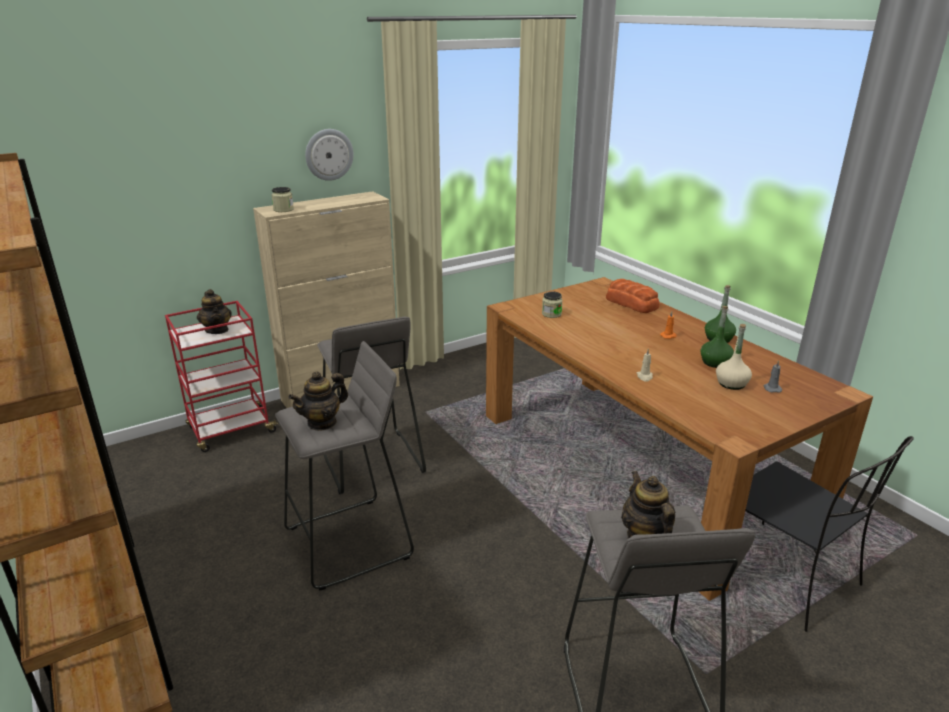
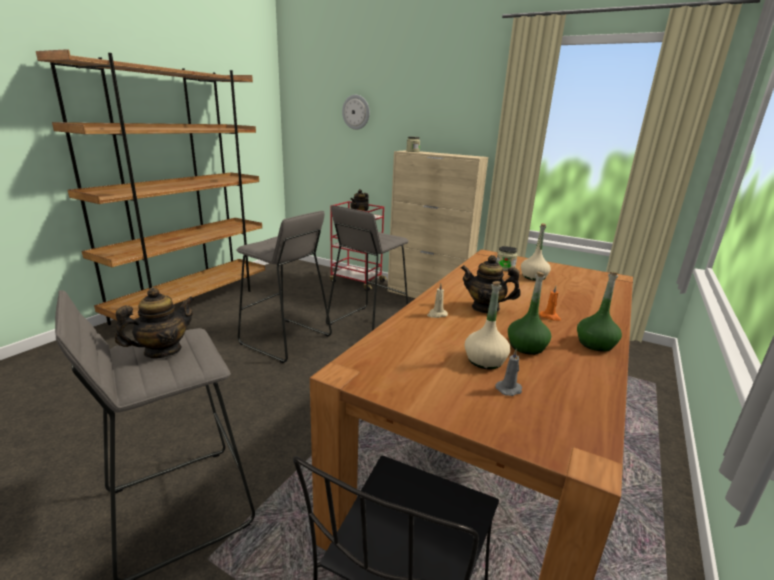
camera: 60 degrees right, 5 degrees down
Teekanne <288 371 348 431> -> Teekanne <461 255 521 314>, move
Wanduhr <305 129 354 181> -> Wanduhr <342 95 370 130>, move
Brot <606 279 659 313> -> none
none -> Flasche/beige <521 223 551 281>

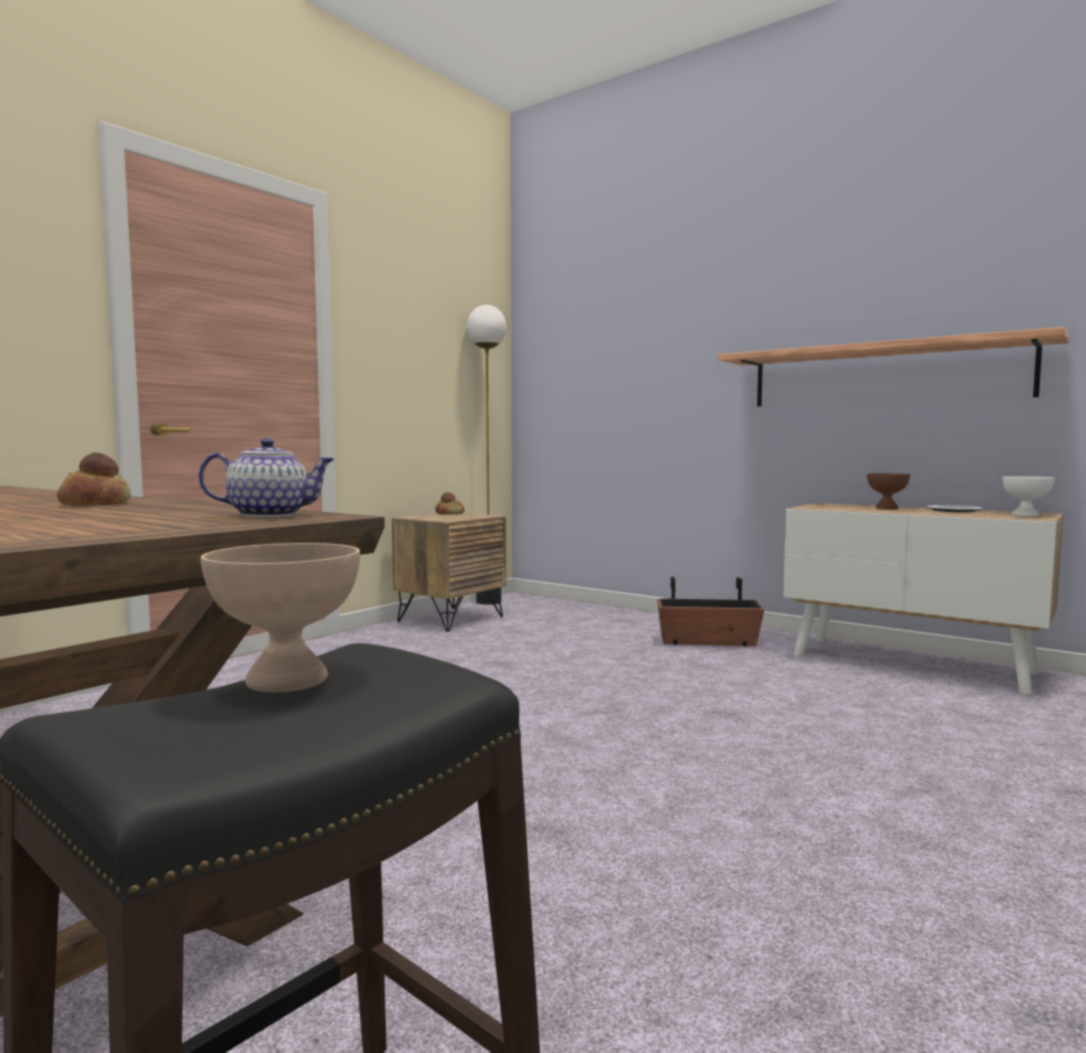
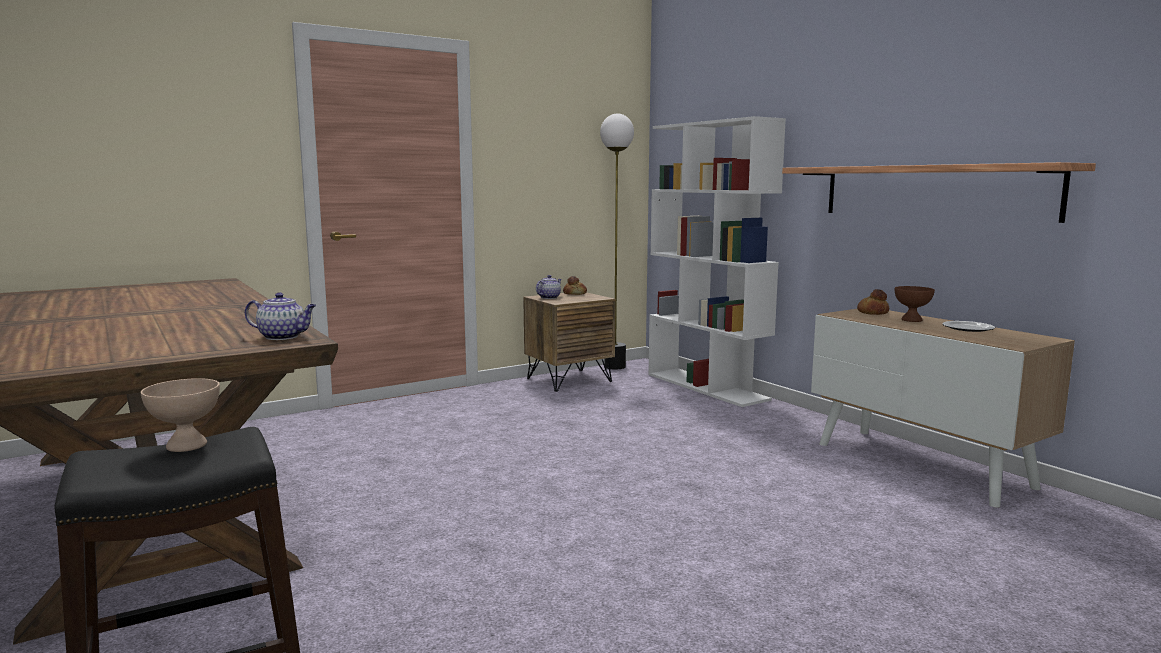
camera: 20 degrees right, 5 degrees up
Brot <57 453 131 506> -> Brot <857 289 889 315>, move
Pflanzkübel <657 577 764 646> -> none
Schüssel/weiß <1002 476 1055 517> -> none
none -> Teekanne <536 275 562 299>
none -> Bücherregal/weiß <648 116 786 407>

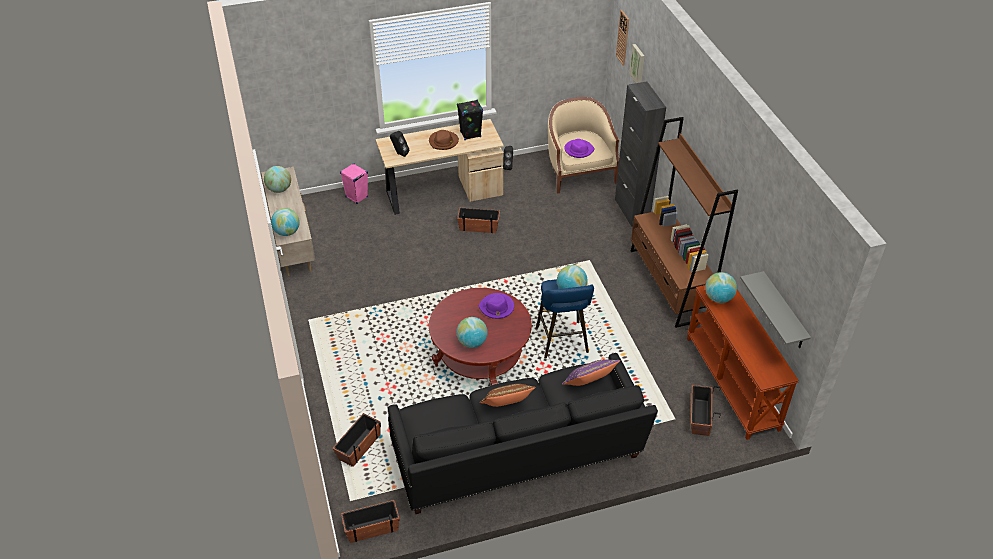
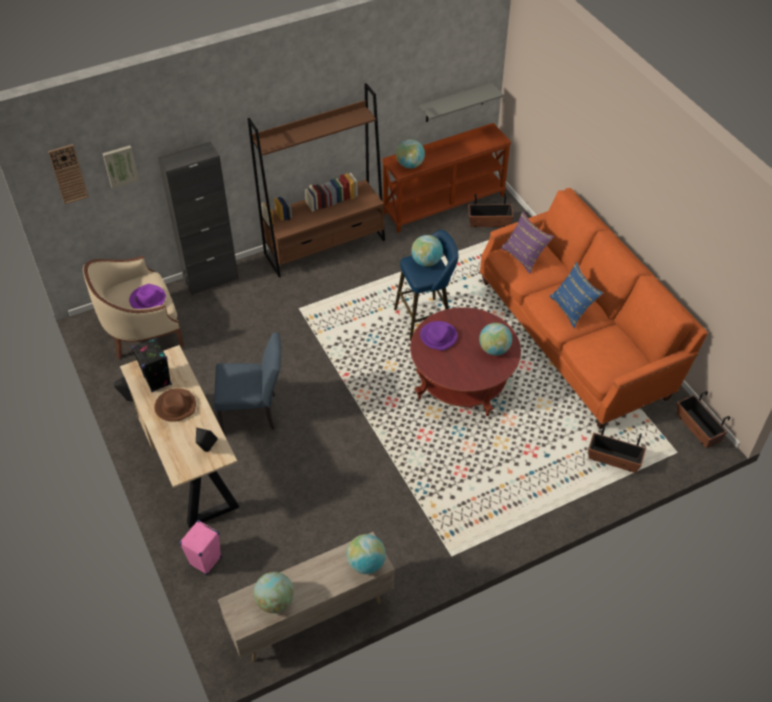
camera: 100 degrees left, 5 degrees up
Sofa/schwarz <387 353 658 514> -> Sofa/orange <480 188 708 429>
Pflanzkübel <457 208 500 233> -> Stuhl/blau <214 333 281 433>
Kissen/braun <480 384 536 407> -> Kissen/blau <549 262 603 328>

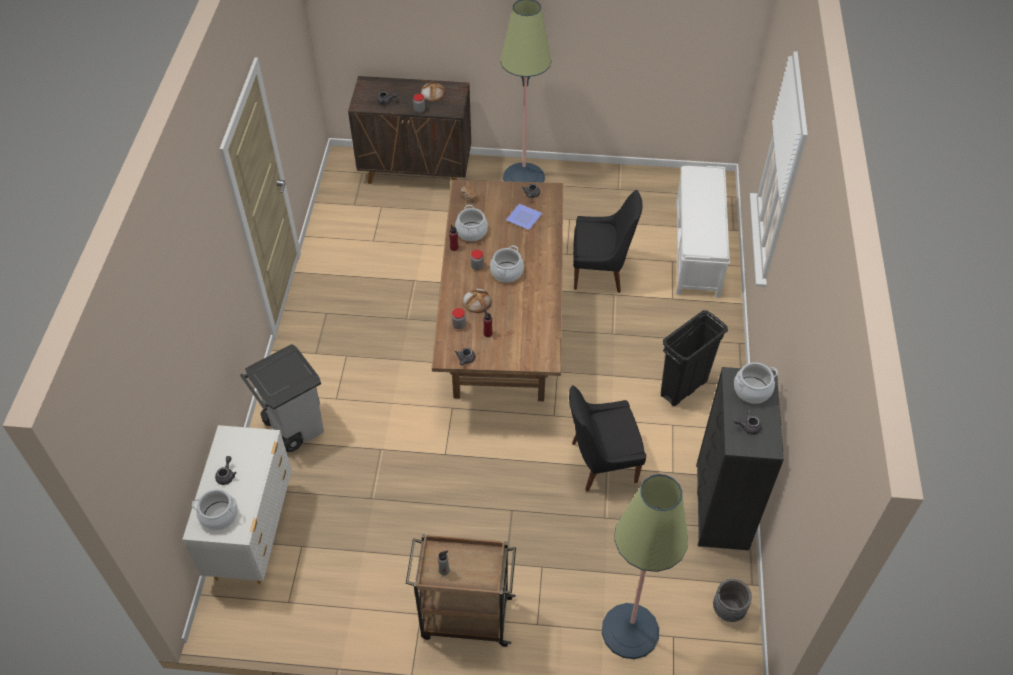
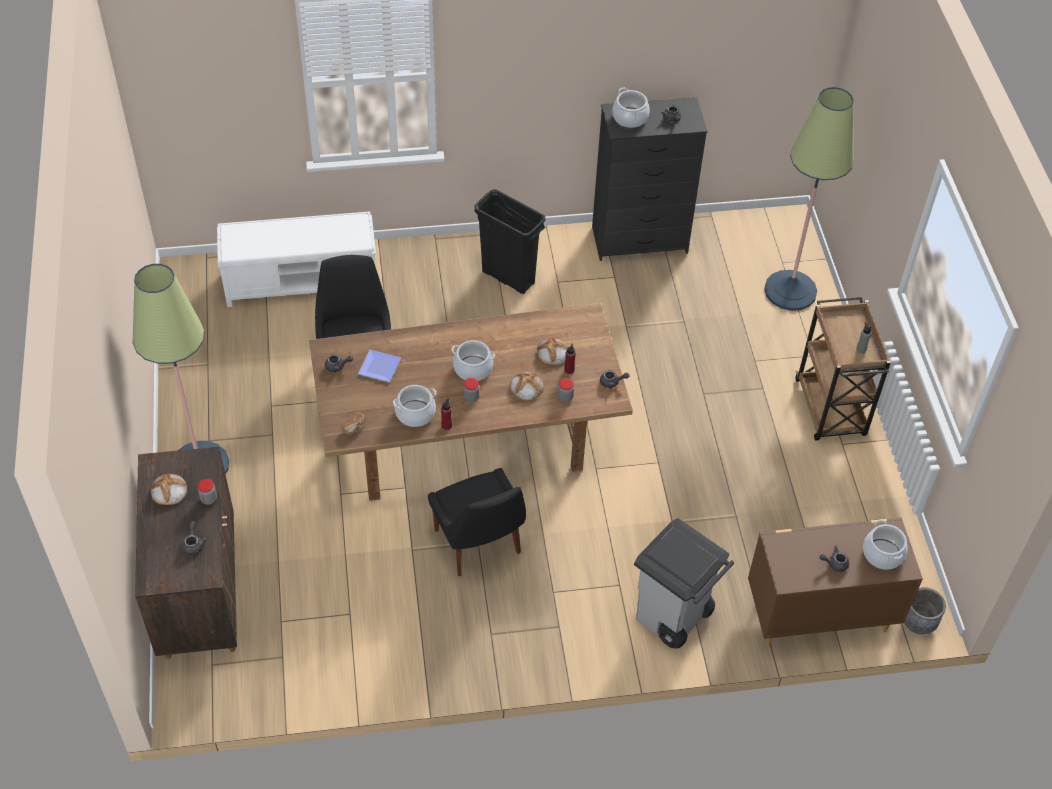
camera: 105 degrees left, 0 degrees up
Kommode/weiß <182 425 292 585> -> Kommode/braun <748 517 923 645>
Stuhl/schwarz <569 385 646 492> -> Stuhl/schwarz <428 468 526 576>, move
Pflanzkübel/grau <713 579 752 622> -> Pflanzkübel/grau <904 587 946 634>, move
none -> Brot <537 338 568 365>

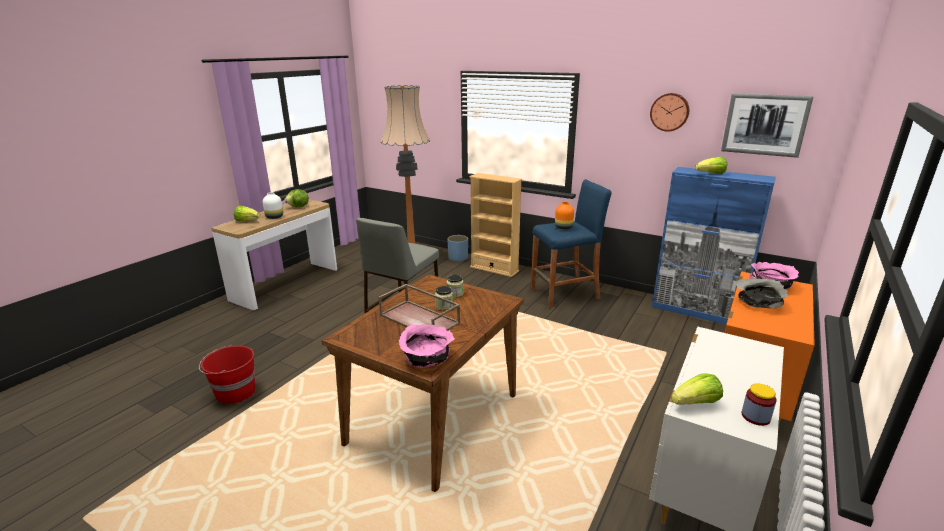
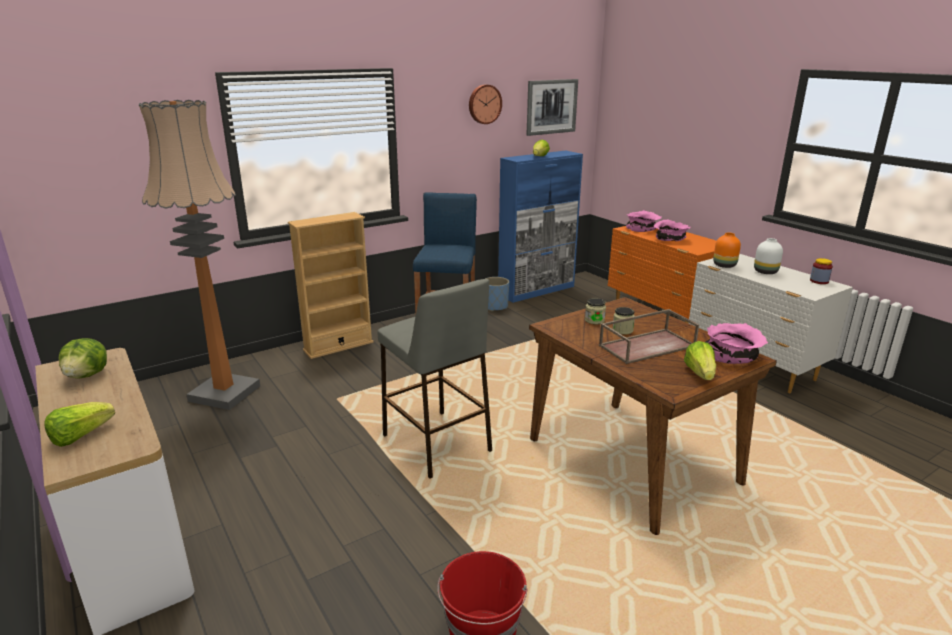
camera: 65 degrees left, 0 degrees up
Vase/weiß <263 192 283 219> -> Vase/weiß <754 238 783 274>, move
Pflanzkübel/blau <447 235 468 262> -> Pflanzkübel/blau <485 277 509 311>, move
Vase/orange <555 202 574 229> -> Vase/orange <713 232 741 268>, move
Salatkopf <671 374 723 405> -> Salatkopf <684 341 716 380>, move
Schüssel/grau <736 278 788 308> -> Schüssel/rosa <654 220 690 241>

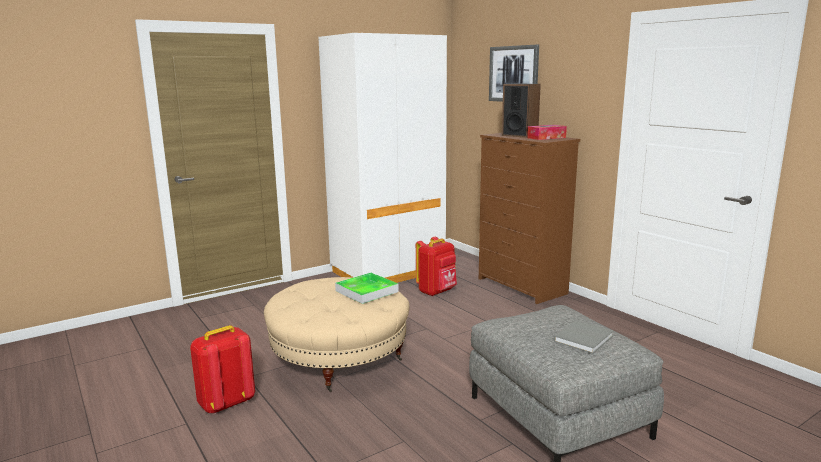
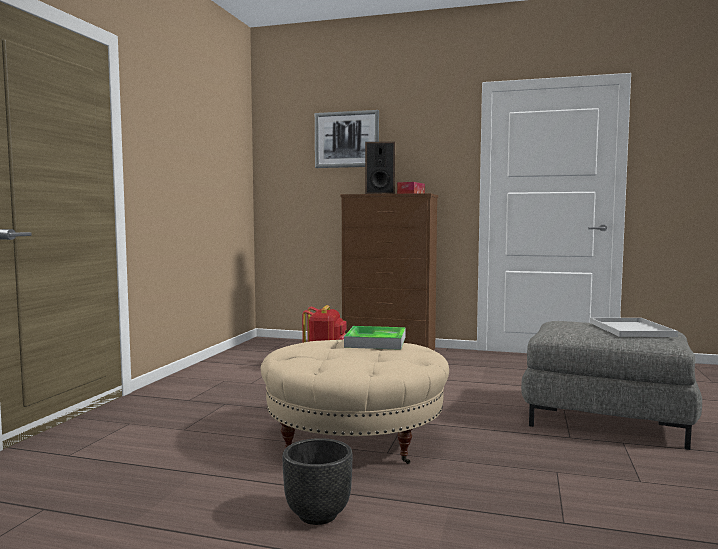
camera: 40 degrees left, 10 degrees down
Rucksack/rot <190 325 255 414> -> Pflanzkübel/schwarz <282 438 353 525>
Kleiderschrank/weiß <318 33 447 283> -> none
Buch/grau <554 320 614 354> -> Tablett/weiß <590 318 678 337>

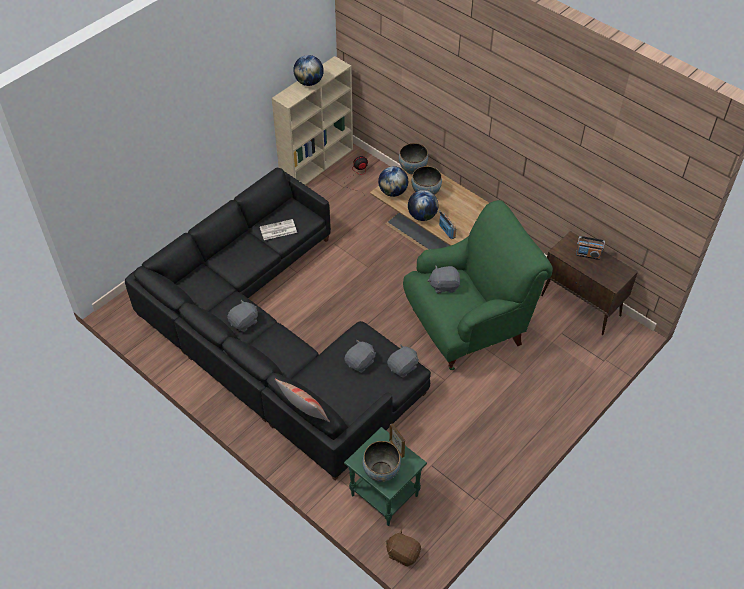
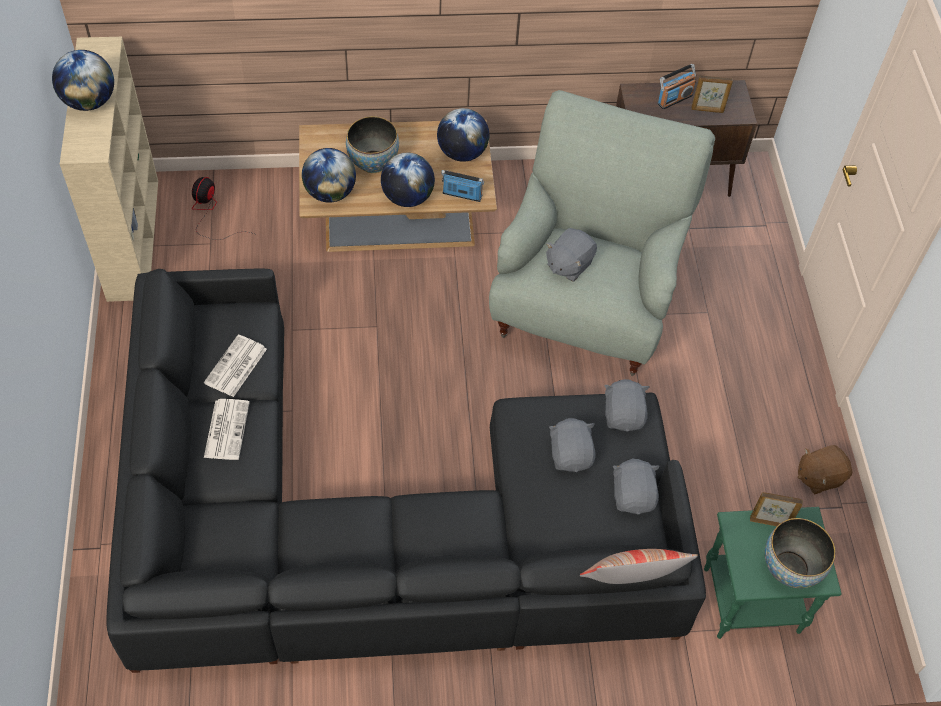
camera: 50 degrees left, 5 degrees up
Plüschtier/grau <227 300 258 332> -> Plüschtier/grau <613 458 660 515>, move
Plüschtier/braun <386 529 421 566> -> Plüschtier/braun <798 445 853 494>, move
Schüssel <399 143 428 174> -> none
Sessel/grün <403 200 553 370> -> Sessel/grau <489 90 715 376>
none -> Zeitung <204 399 250 460>
none -> Globus <437 108 489 162>
none -> Bilderrahmen <691 75 733 113>

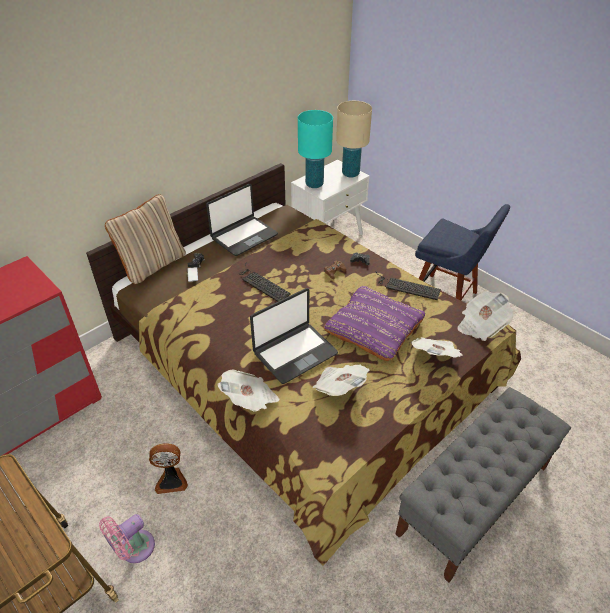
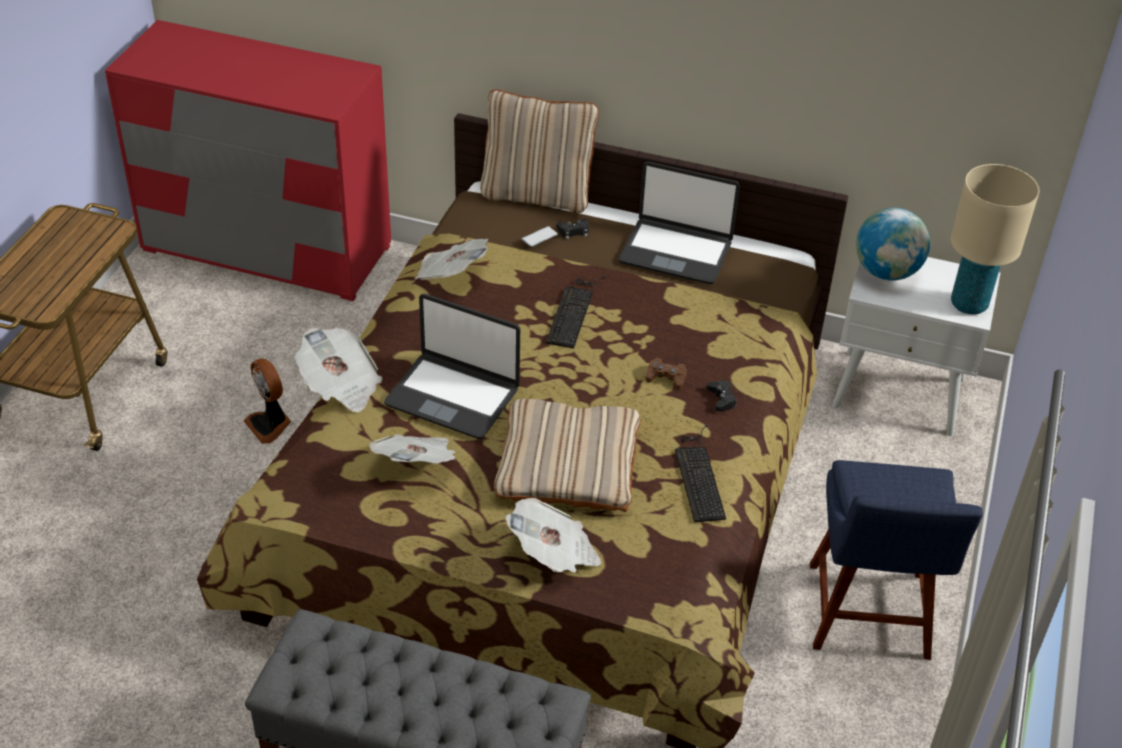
camera: 60 degrees right, 0 degrees up
Ventilator/rosa <99 514 155 563> -> none
Tischlampe/türkis <298 110 333 188> -> Globus <856 208 930 281>
Kissen/lila <323 286 425 361> -> Kissen/beige <494 399 641 512>
Zeitung <457 291 514 341> -> Zeitung <415 239 489 280>, move

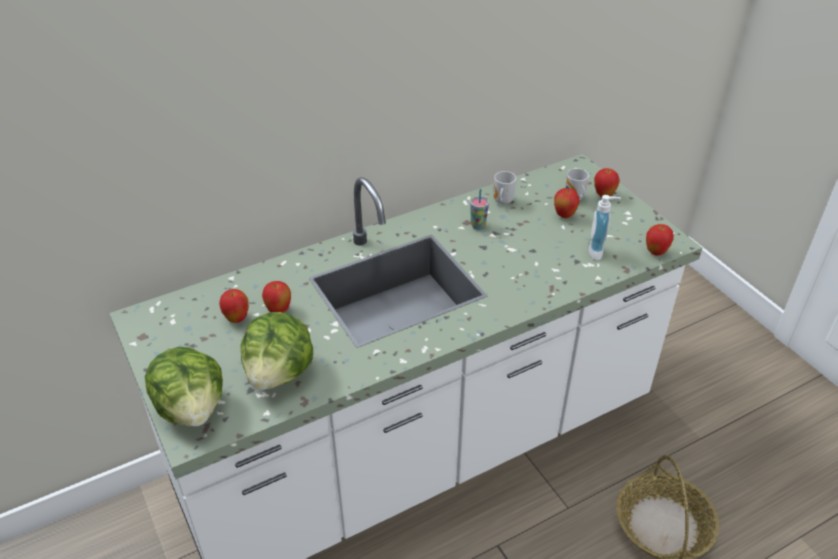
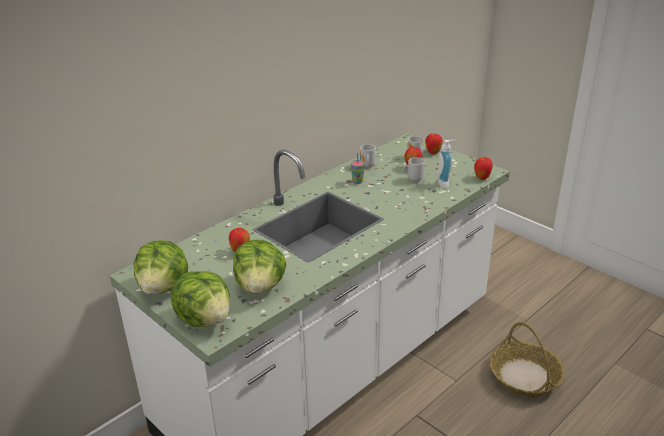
camera: 15 degrees left, 10 degrees down
Apfel <219 289 249 323> -> none
none -> Salatkopf <133 240 188 295>
none -> Henkelbecher <403 157 425 182>

